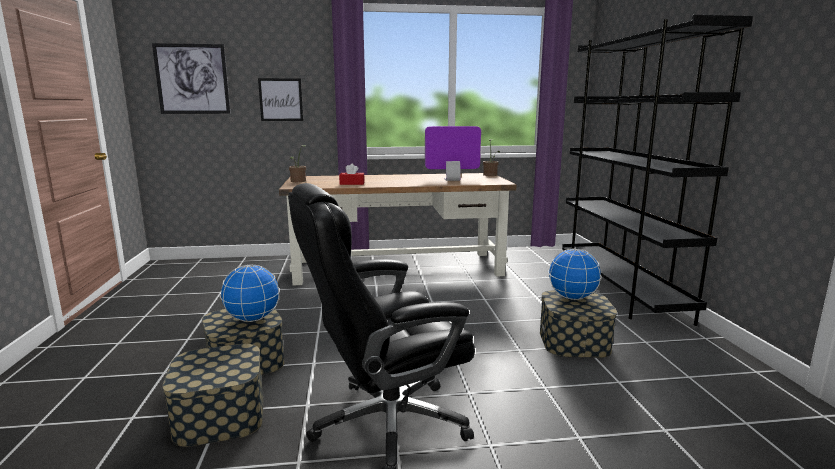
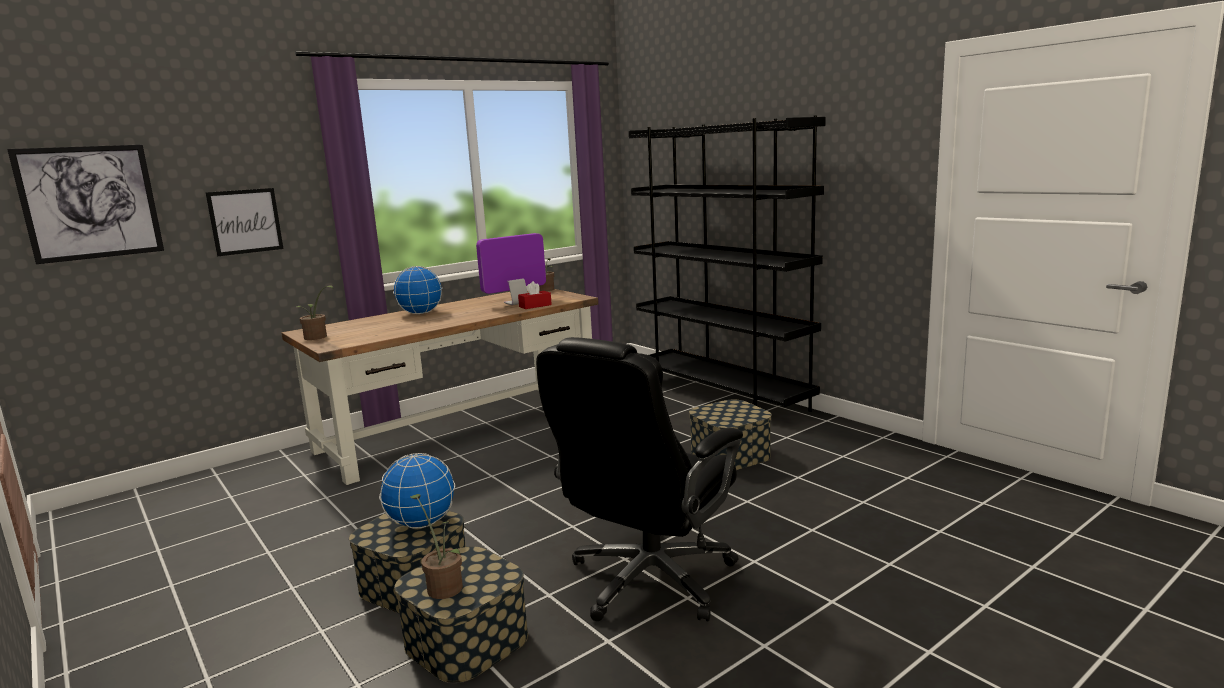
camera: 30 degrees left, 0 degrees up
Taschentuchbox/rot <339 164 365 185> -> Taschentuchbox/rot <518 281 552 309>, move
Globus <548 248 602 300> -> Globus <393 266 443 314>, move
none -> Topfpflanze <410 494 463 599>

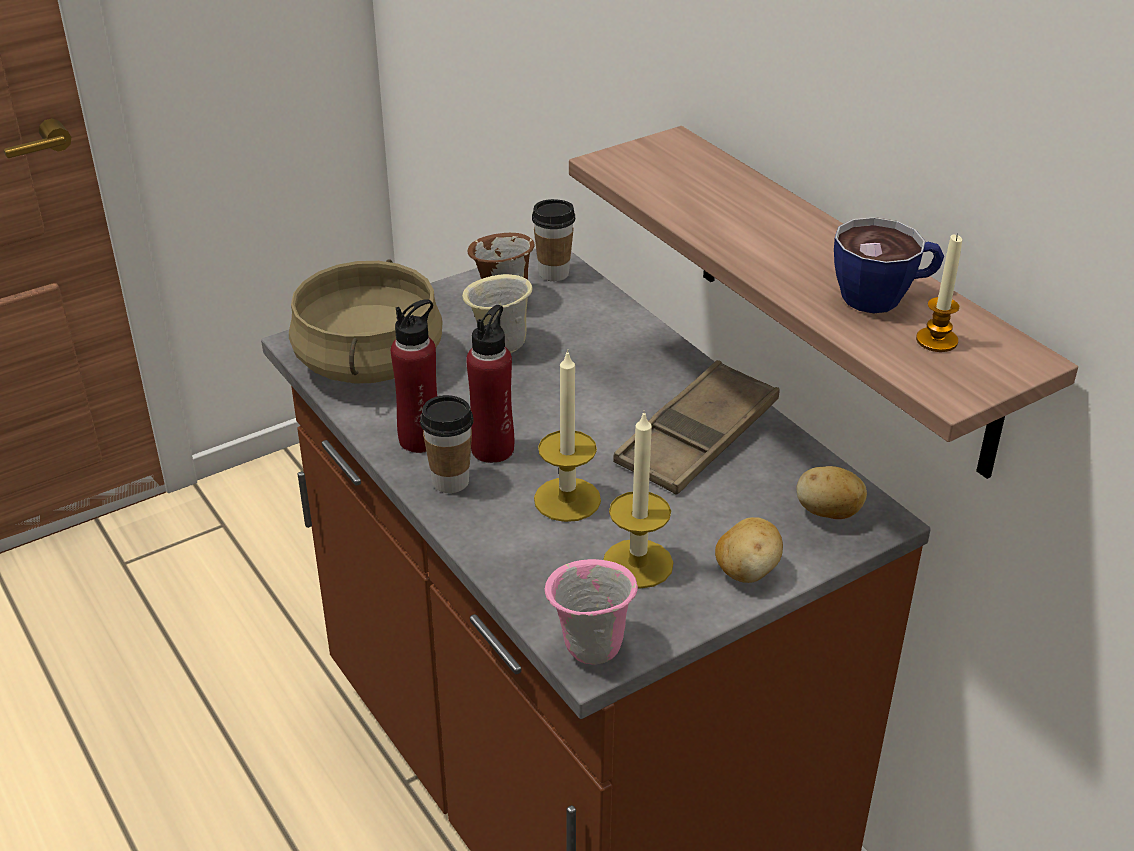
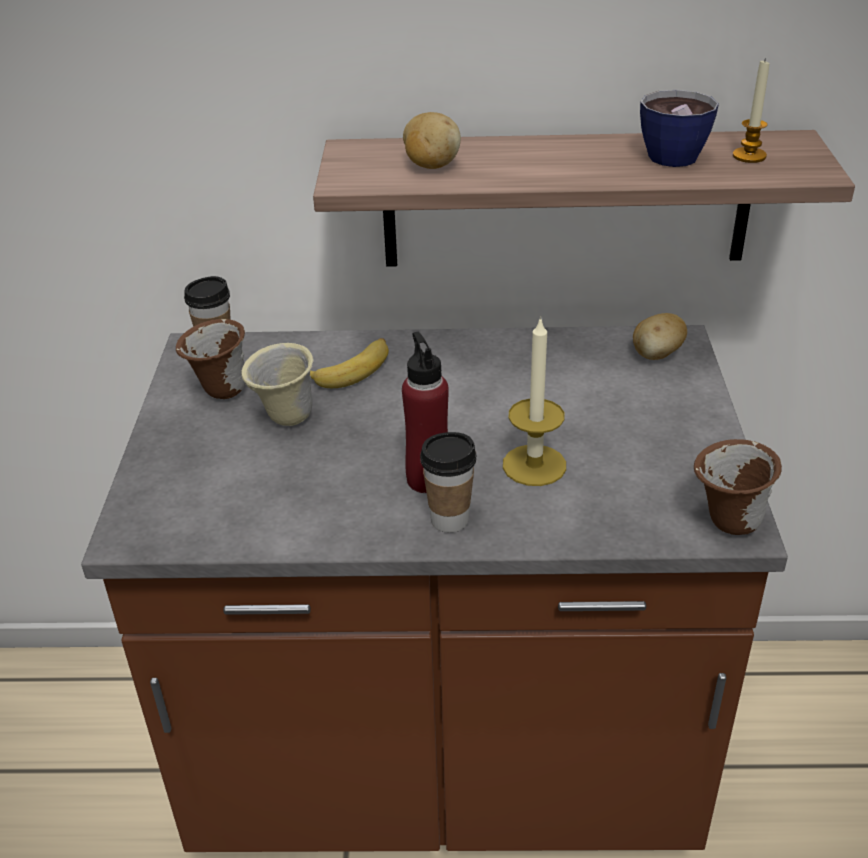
camera: 55 degrees left, 0 degrees up
Kochtopf/beige <289 259 442 383> -> none
Flasche/rot <391 299 437 453> -> none
Henkelbecher/rosa <545 559 638 665> -> Henkelbecher/braun <694 439 782 535>
Kerze <603 411 673 589> -> none
Tablett/braun <613 360 780 495> -> none
Kartoffel <715 517 783 583> -> Kartoffel <403 112 461 169>, move
none -> Banane <310 338 389 388>

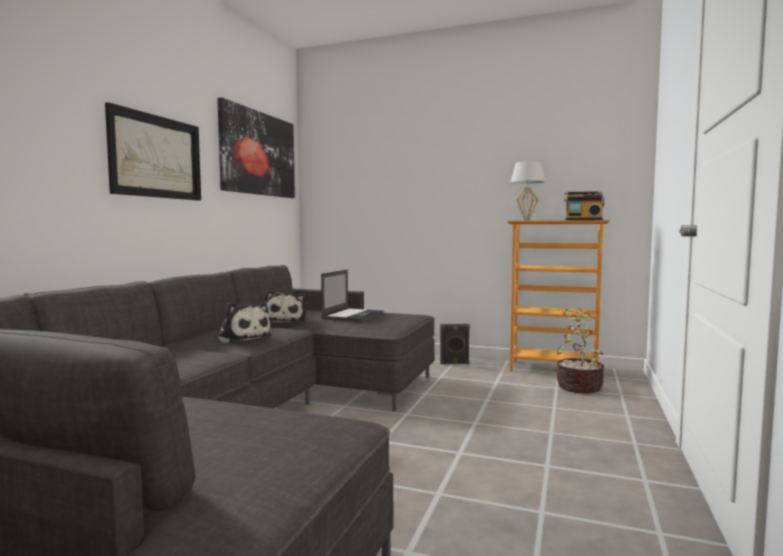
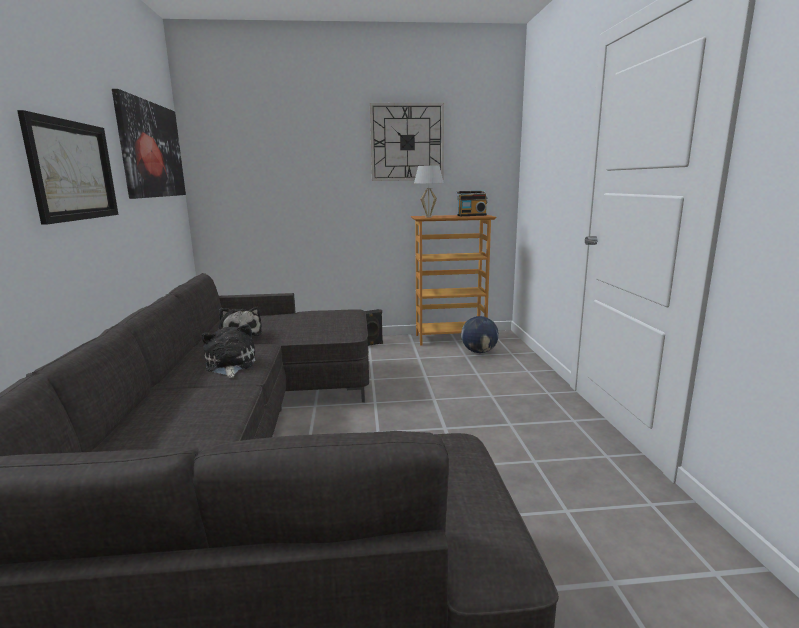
camera: 25 degrees left, 10 degrees up
Plüschtier <216 303 272 343> -> Plüschtier <202 324 256 378>, 120 degrees counterclockwise
Laptop <321 270 384 322> -> none
Topfpflanze <556 308 604 393> -> Globus <461 316 499 353>
none -> Wanduhr <370 103 444 181>

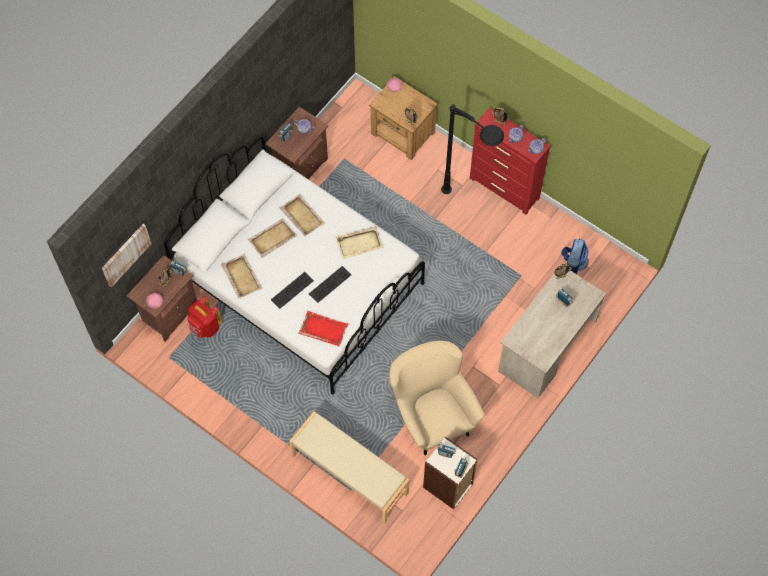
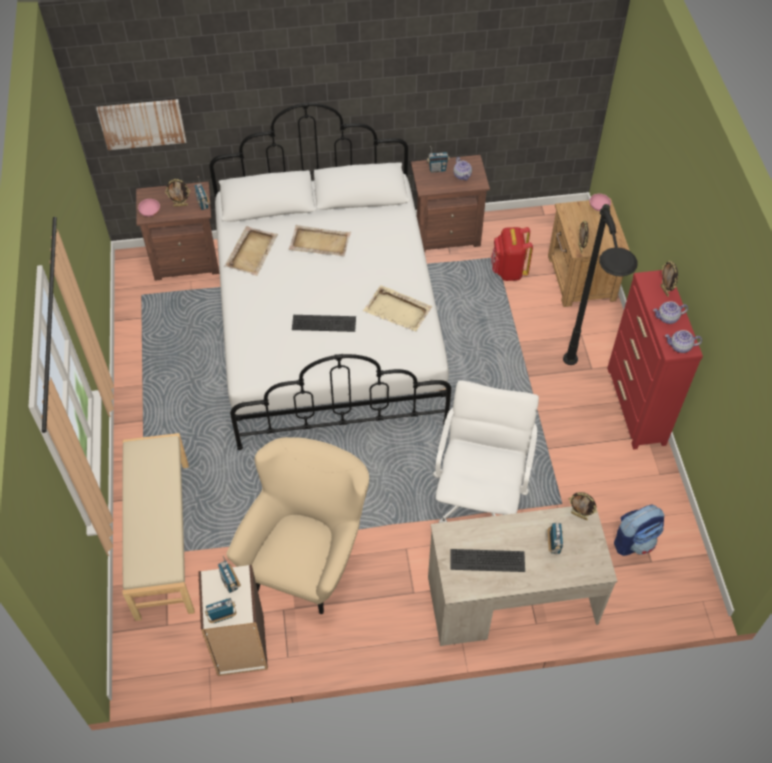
camera: 45 degrees right, 10 degrees down
Rucksack/rot <187 296 222 338> -> Rucksack/rot <491 227 533 281>, move
Tastatur <271 272 314 309> -> Tastatur <451 549 525 572>, move
Tablett/beige <279 194 326 236> -> none
Tablett/rot <298 311 349 346> -> none
none -> Bürostuhl/weiß <433 381 539 523>

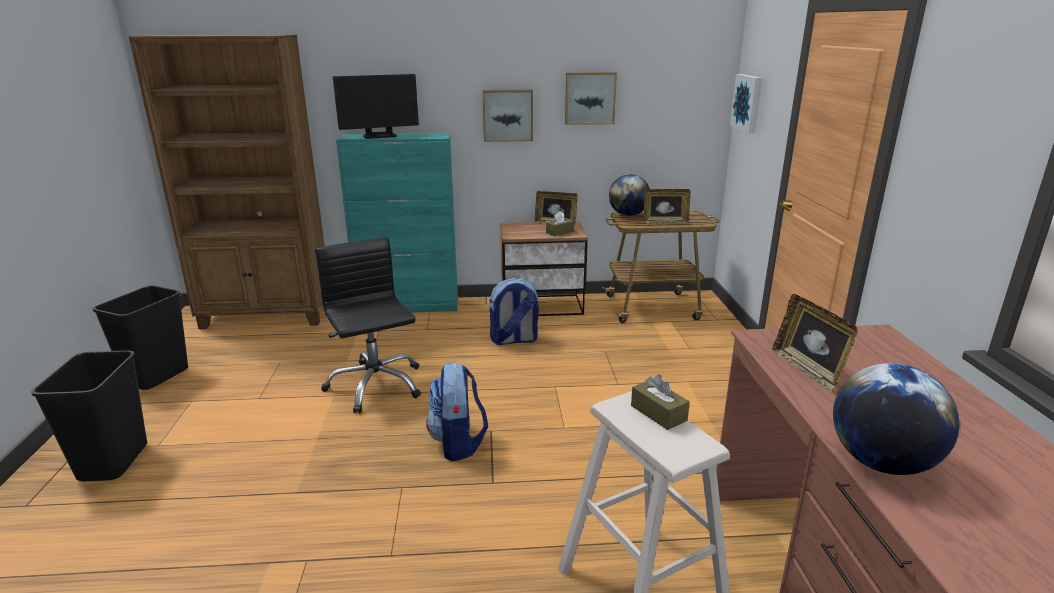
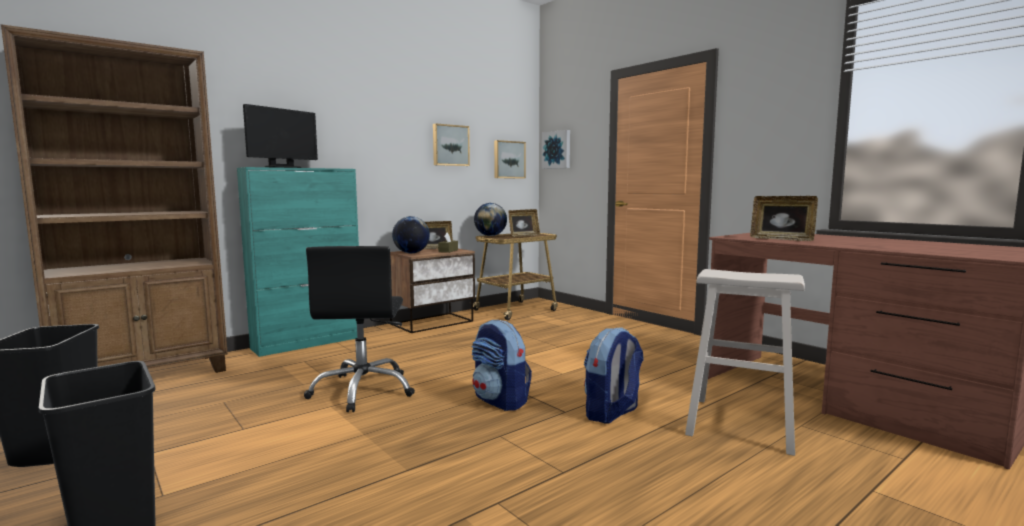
camera: 35 degrees left, 15 degrees down
Bürostuhl/schwarz <315 237 421 413> -> Bürostuhl/schwarz <304 246 415 412>, 120 degrees counterclockwise
Bild <483 90 533 142> -> Bild <494 140 526 179>, move
Rucksack <489 278 539 345> -> Rucksack <584 327 644 424>, move
Taschentuchbox/braun <631 375 690 430> -> none
Globus <833 363 959 475> -> Globus <392 216 430 253>, move

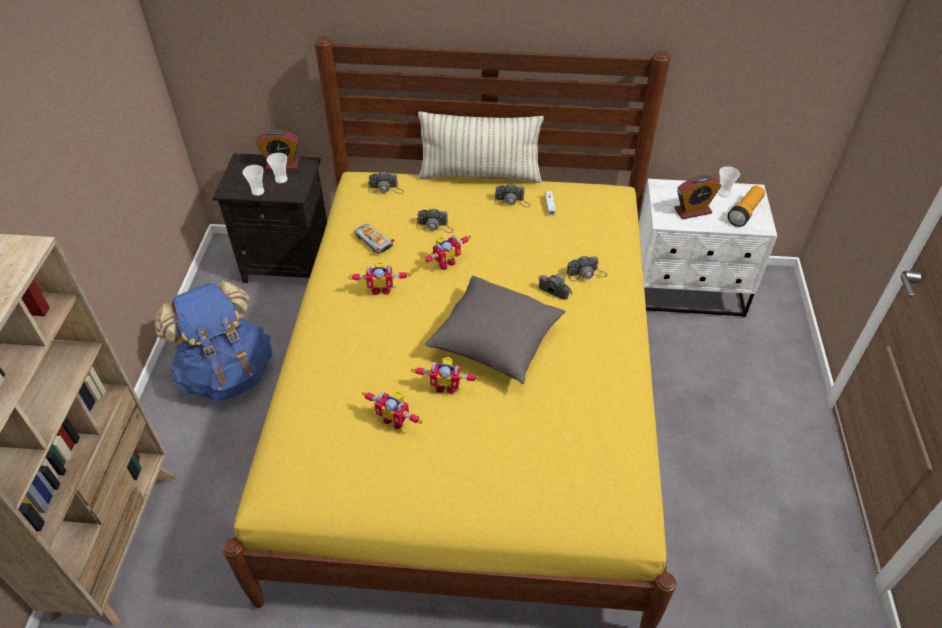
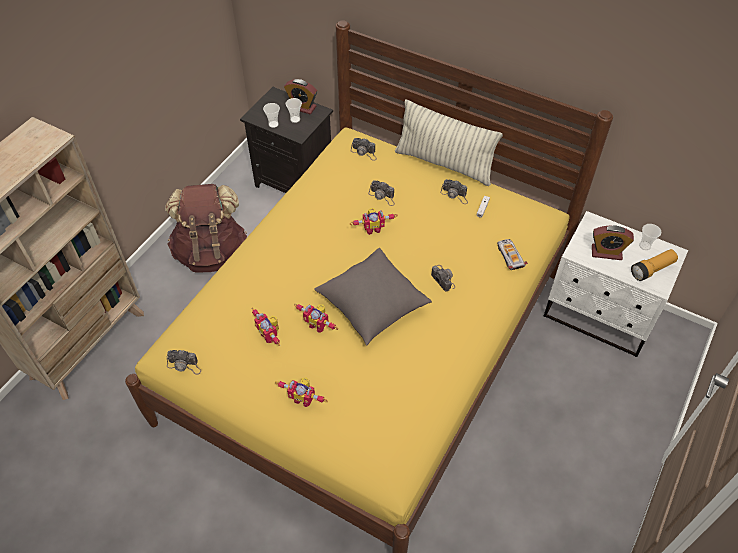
camera: 25 degrees right, 5 degrees up
Rucksack/blau <155 280 272 401> -> Rucksack/braun <165 184 247 273>
Spielzeugroboter <348 261 411 295> -> Spielzeugroboter <275 377 328 407>, move
Spielzeugauto <354 224 395 254> -> Spielzeugauto <497 239 528 270>, move
Kamera <567 256 607 281> -> Kamera <167 350 201 375>, move

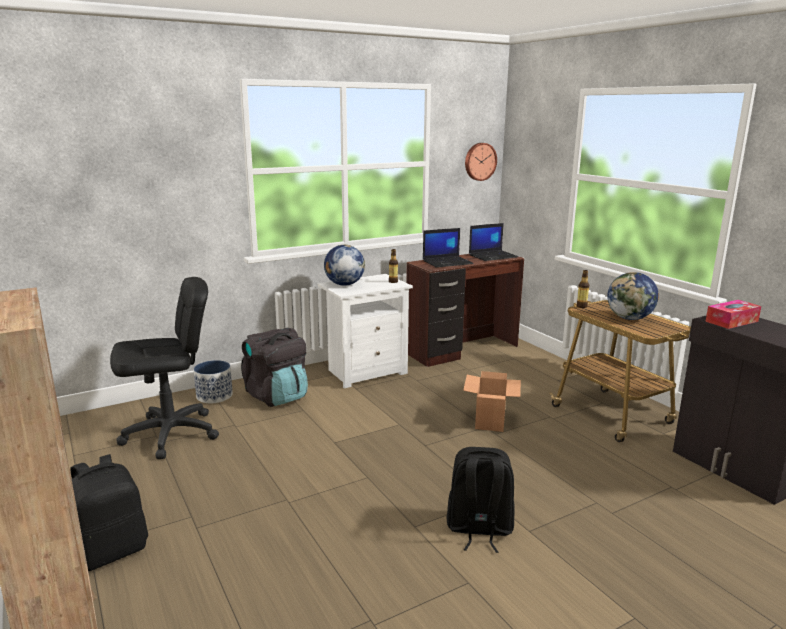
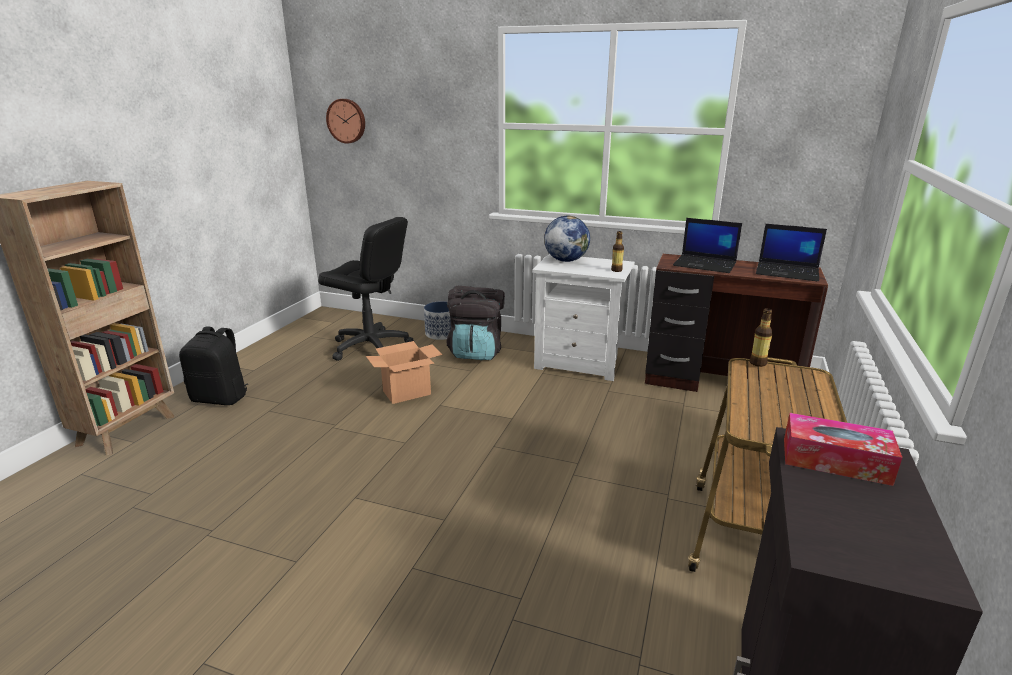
camera: 50 degrees right, 5 degrees up
Rucksack/schwarz <447 447 515 553> -> none
Karton <463 371 521 432> -> Karton <366 341 443 404>, move
Wanduhr <465 143 497 181> -> Wanduhr <326 99 365 143>, move
Globus <607 272 659 320> -> none

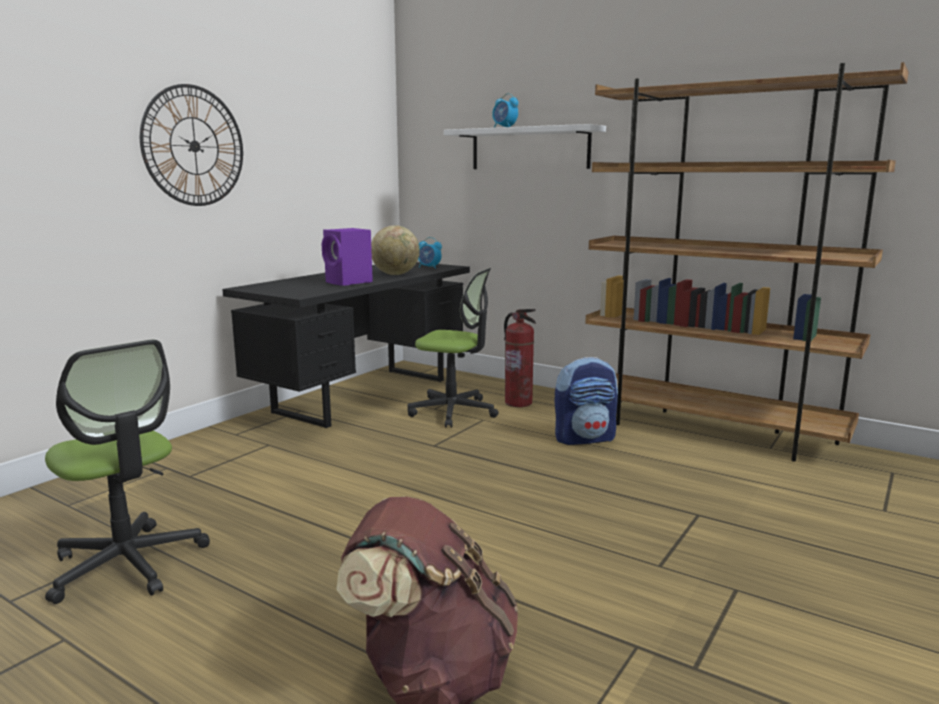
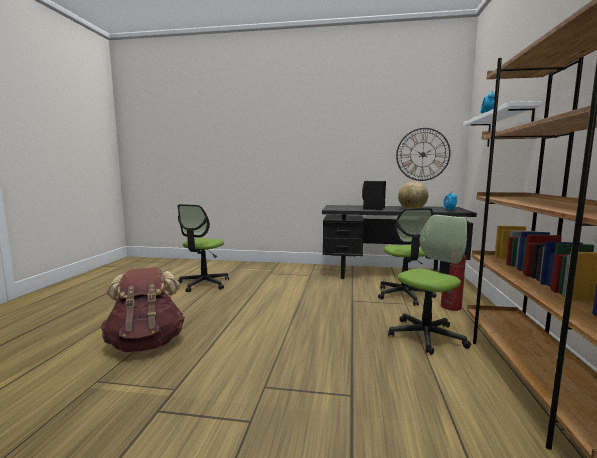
camera: 65 degrees right, 5 degrees down
Wanduhr <140 84 243 206> -> Wanduhr <396 128 451 181>, move
Lautsprecher/lila <322 228 373 286> -> Lautsprecher/schwarz <362 181 386 210>
Rucksack <555 357 618 445> -> Bürostuhl <388 215 471 355>

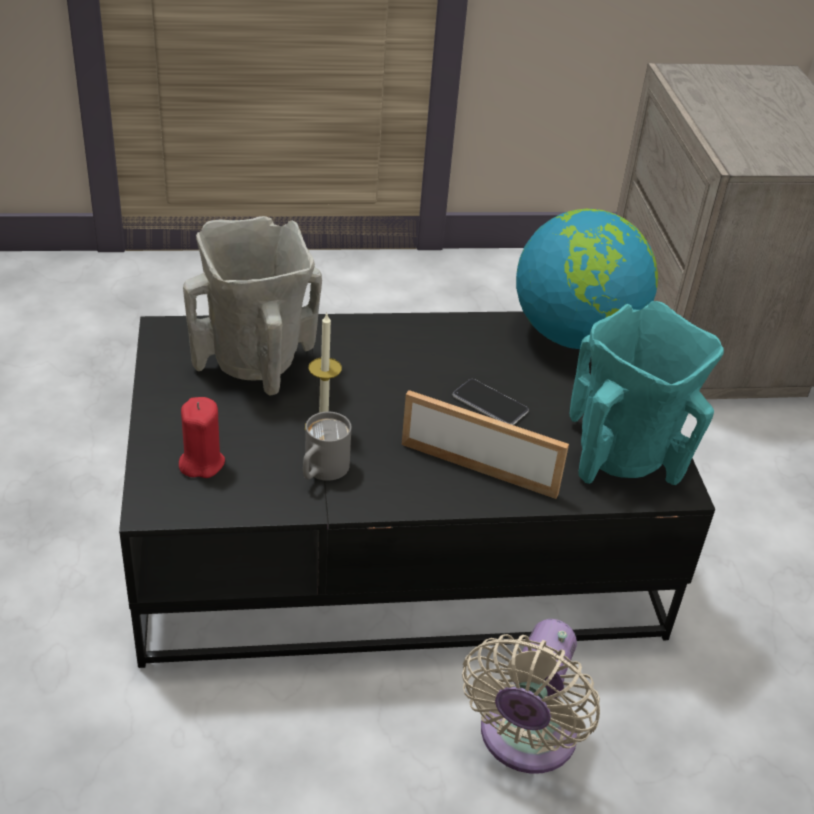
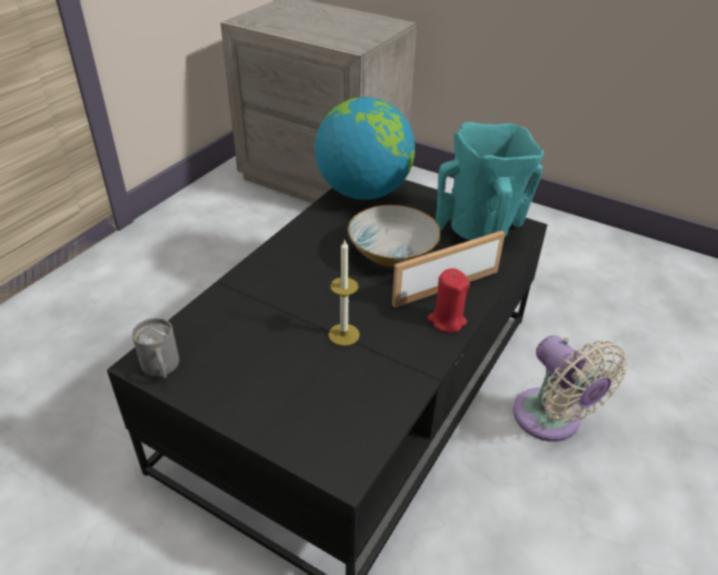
camera: 50 degrees left, 0 degrees up
Kerze/rot <179 397 225 478> -> Kerze/rot <427 268 470 333>, move
Vase/beige <183 216 322 396> -> none
Henkelbecher/grau <303 412 351 481> -> Henkelbecher/grau <132 318 179 378>, move
Handy <452 379 529 425> -> Schüssel <347 205 441 266>

